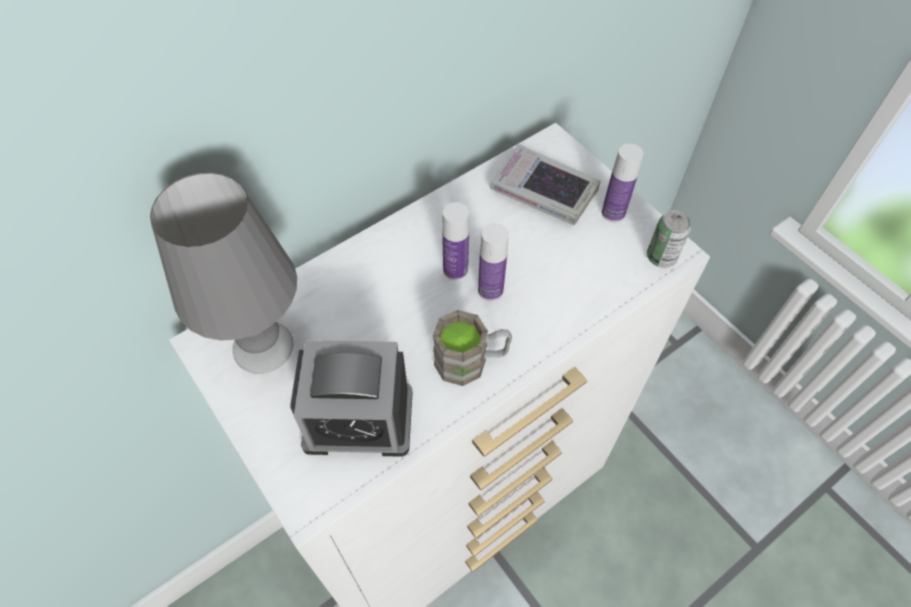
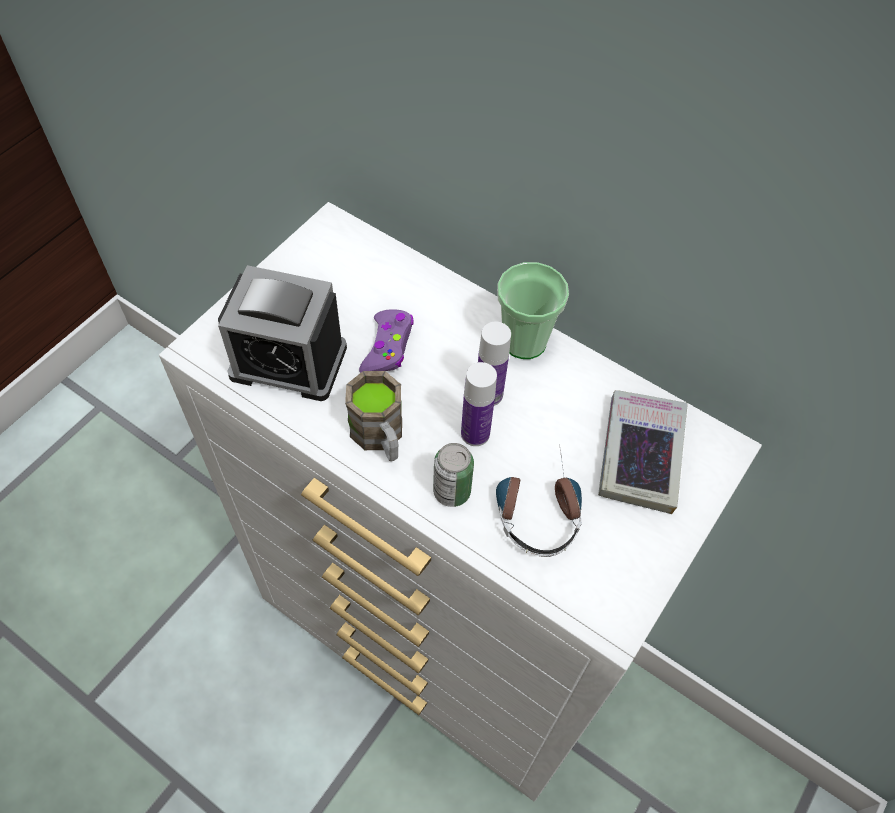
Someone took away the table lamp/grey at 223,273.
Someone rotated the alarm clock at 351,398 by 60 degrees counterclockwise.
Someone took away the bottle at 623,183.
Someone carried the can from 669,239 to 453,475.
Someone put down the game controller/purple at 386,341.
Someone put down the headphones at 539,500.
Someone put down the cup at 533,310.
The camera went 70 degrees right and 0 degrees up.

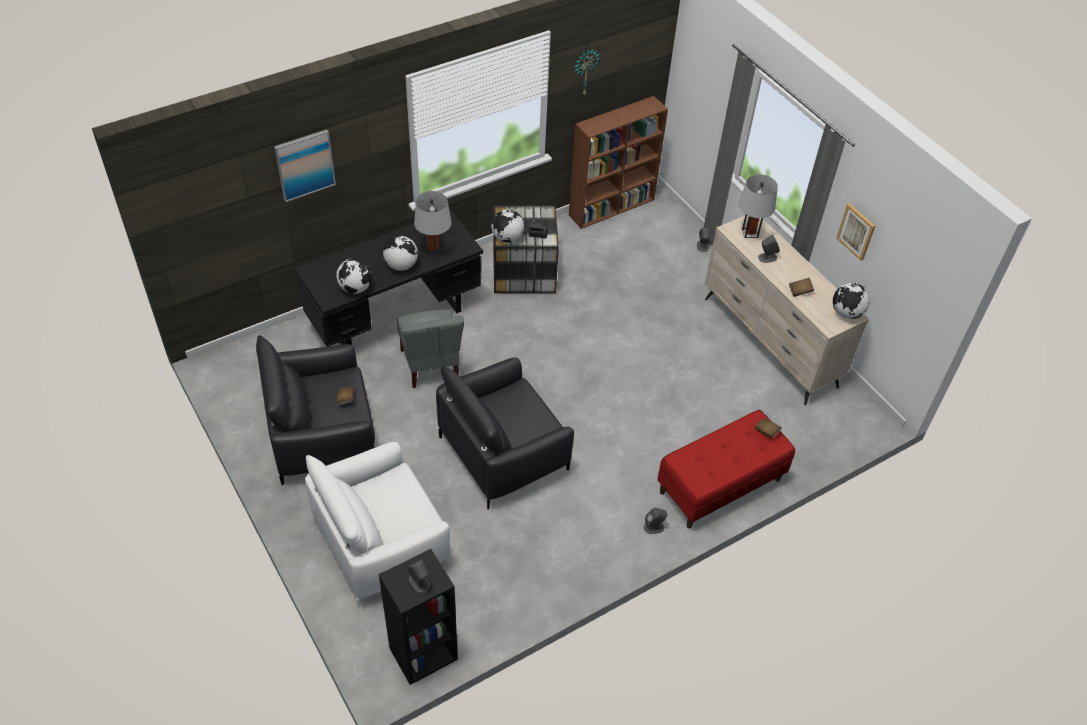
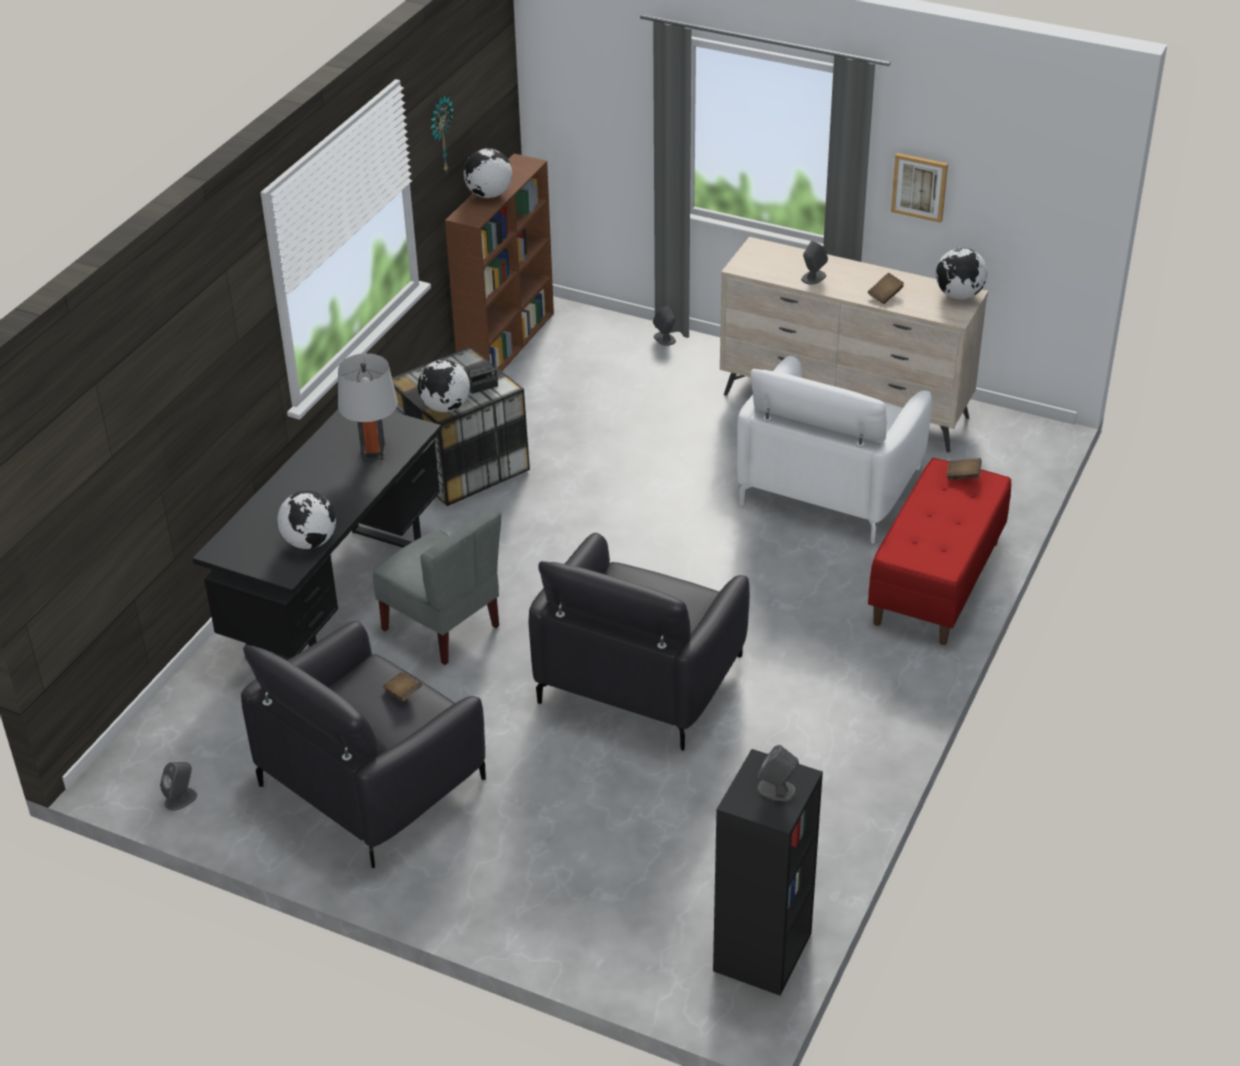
Someone took away the picture at 305,166.
Someone carried the armchair/white from 378,524 to 834,450.
Someone carried the globe from 400,253 to 488,173.
Someone carried the speaker/grey from 656,521 to 178,786.
Someone took away the table lamp/grey at 758,206.
The camera went 30 degrees left and 10 degrees down.

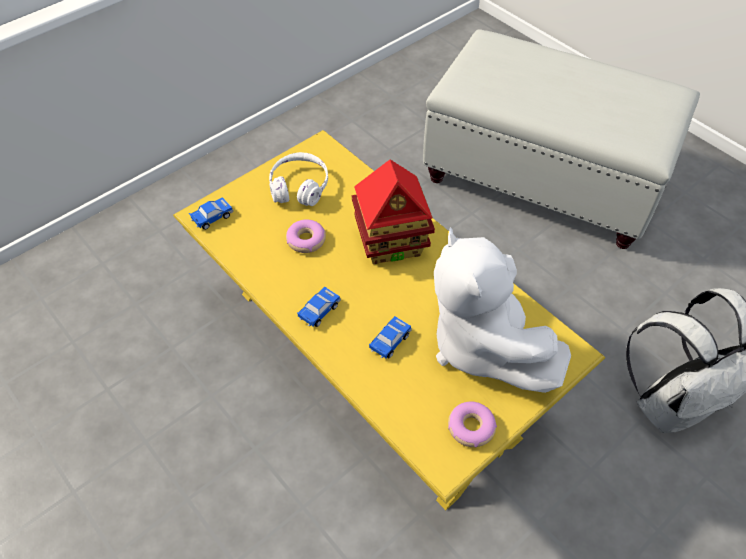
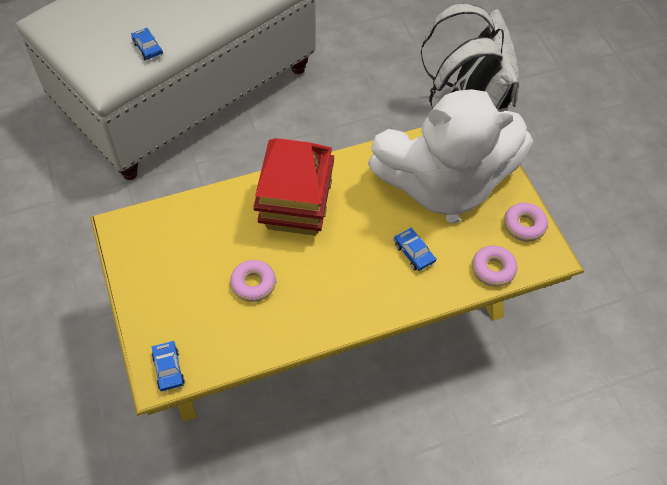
Someone took away the headphones/white at 298,179.
Someone carried the toy car from 319,307 to 147,44.
Someone put down the donut at 494,266.
The camera went 70 degrees left and 5 degrees up.

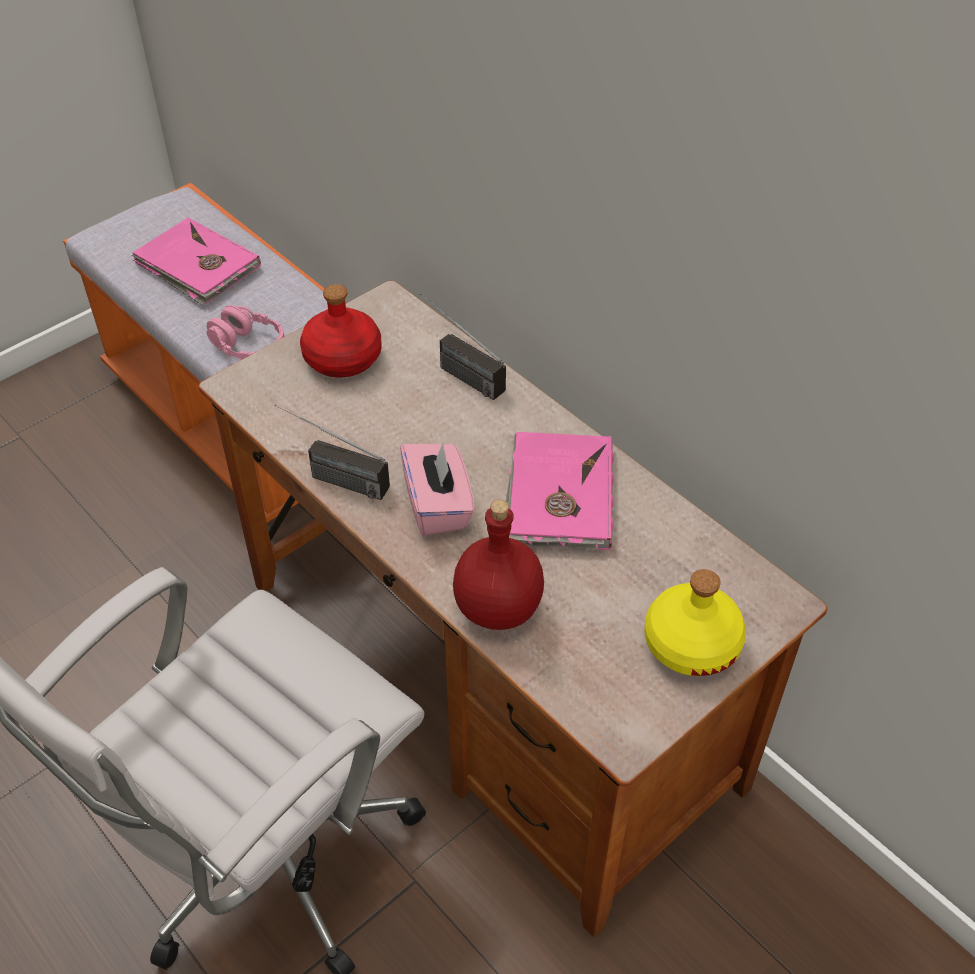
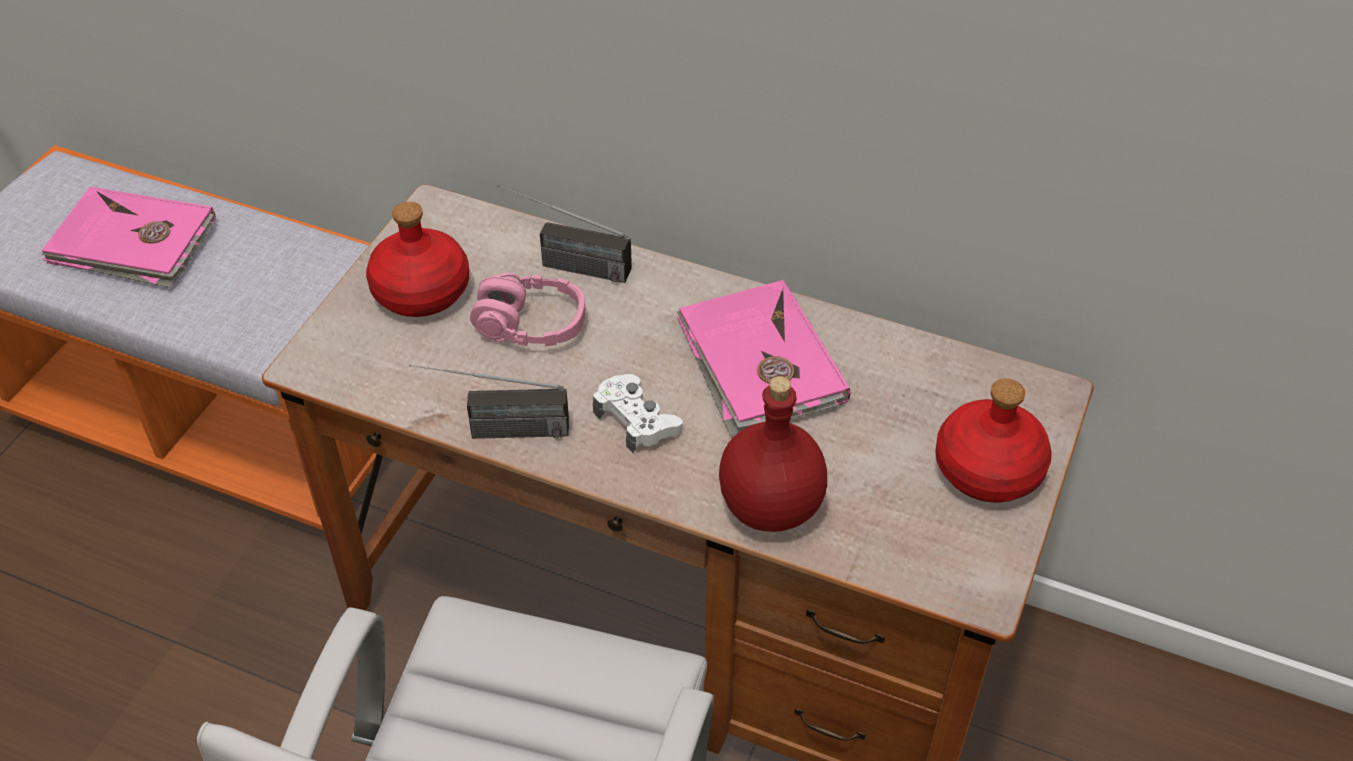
Someone carried the headphones/pink from 246,332 to 527,309.
Someone swapped the tissue box/pink at 437,488 for the game controller/white at 638,413.
Someone repainted the bottle/yellow at 695,622, which became the bottle/red at 993,440.
The camera went 25 degrees left and 0 degrees up.

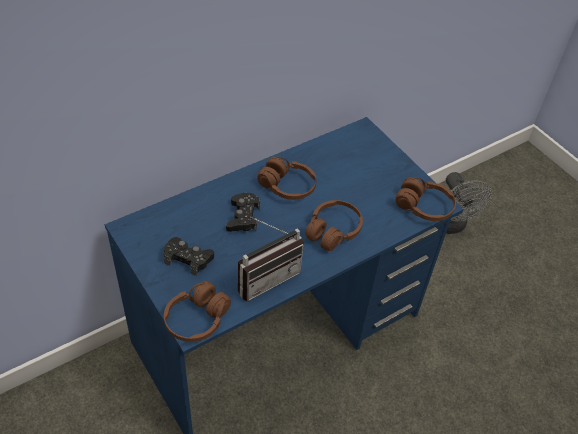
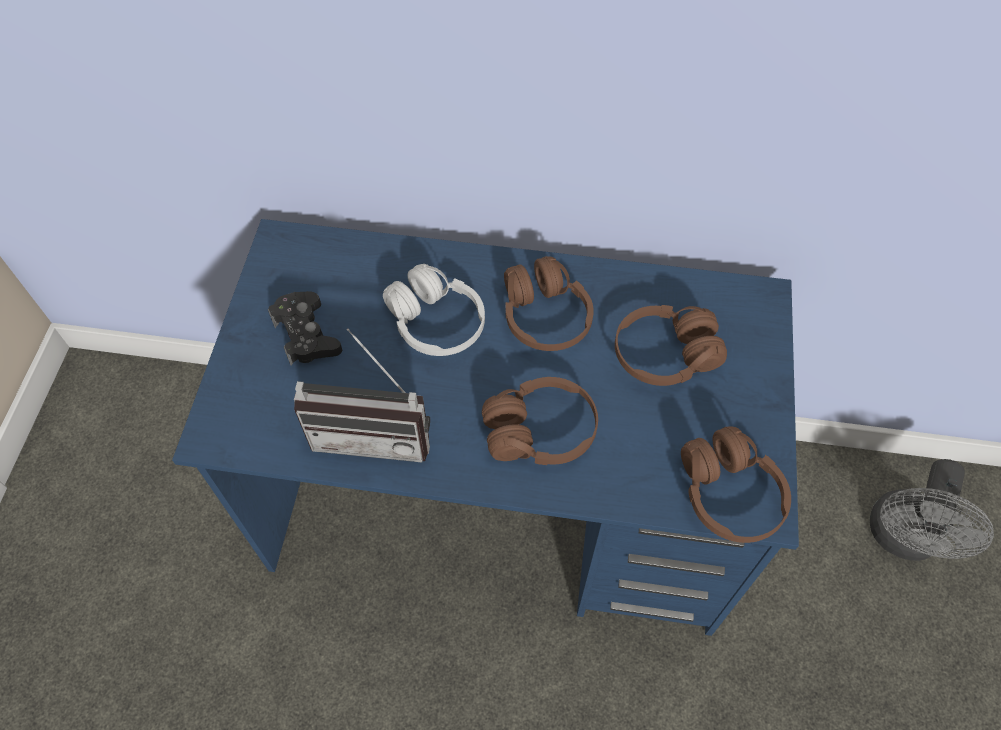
Someone carried the headphones/brown from 197,311 to 671,345.
Someone swapped the game controller/black at 243,212 for the headphones/white at 434,310.
The camera went 45 degrees right and 10 degrees up.

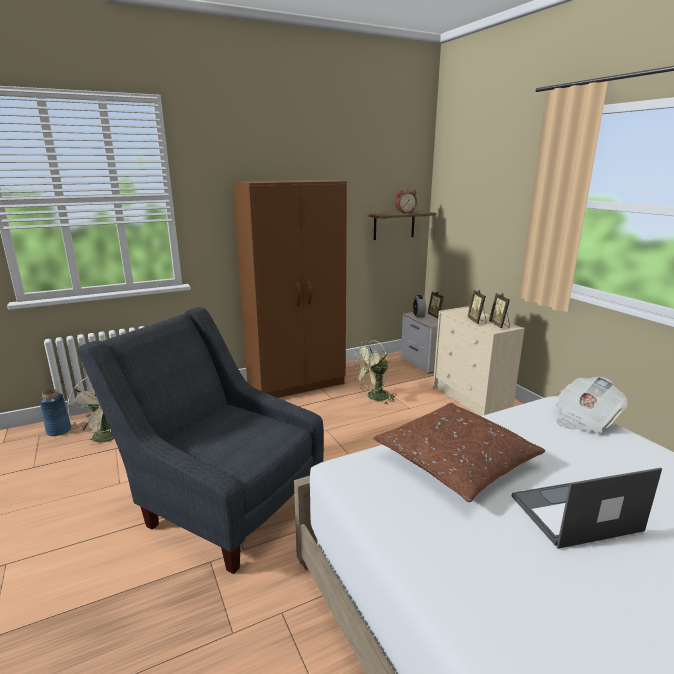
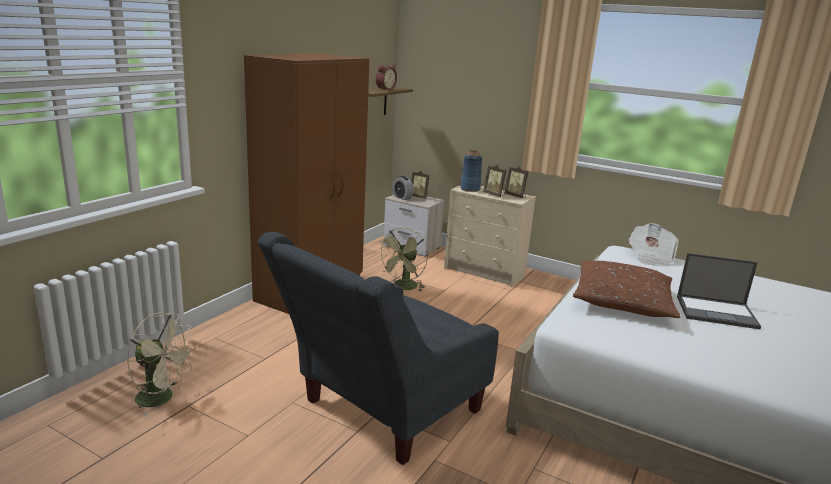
Someone carried the vase/blue from 55,412 to 471,171.
Someone rotated the armchair/grey at 200,440 by 45 degrees counterclockwise.
Someone rotated the laptop at 587,508 by 120 degrees counterclockwise.
The camera went 35 degrees left and 0 degrees up.

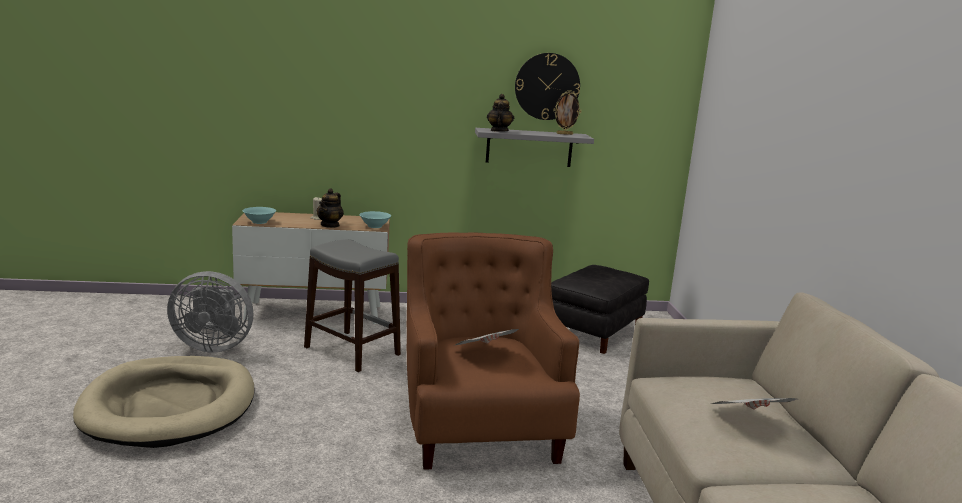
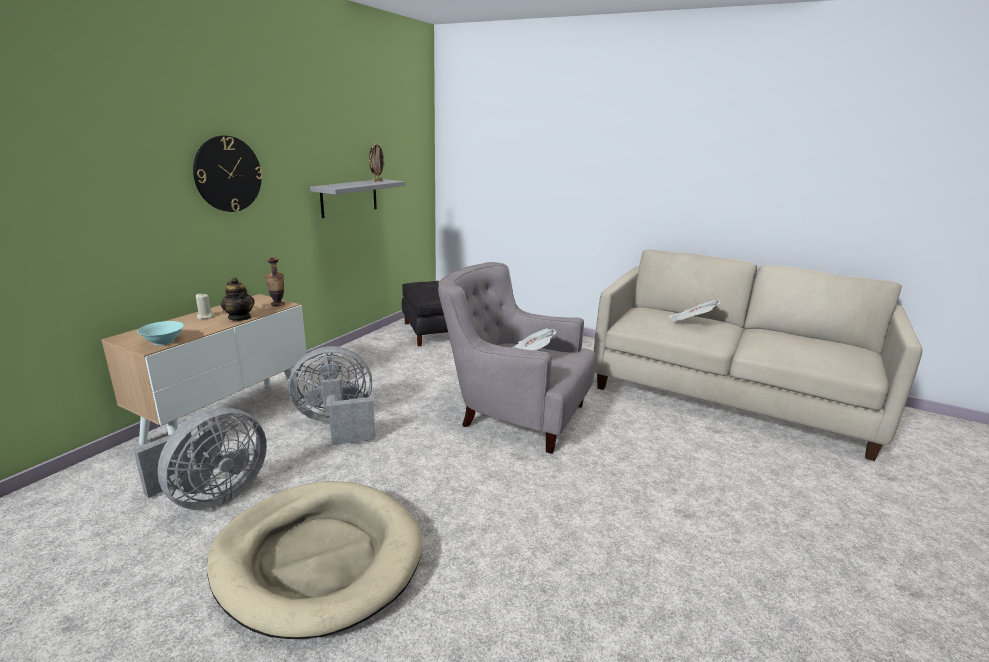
Someone swapped the stool/grey at 352,305 for the fan/grey at 332,395.
Someone swapped the bowl/turquoise at 375,219 for the vase at 275,282.
Someone repainted the armchair/brown at 493,351, which became the armchair/grey at 517,358.
Someone took away the teapot at 500,113.
Someone carried the wall clock from 547,86 to 228,174.
The camera went 55 degrees left and 5 degrees up.

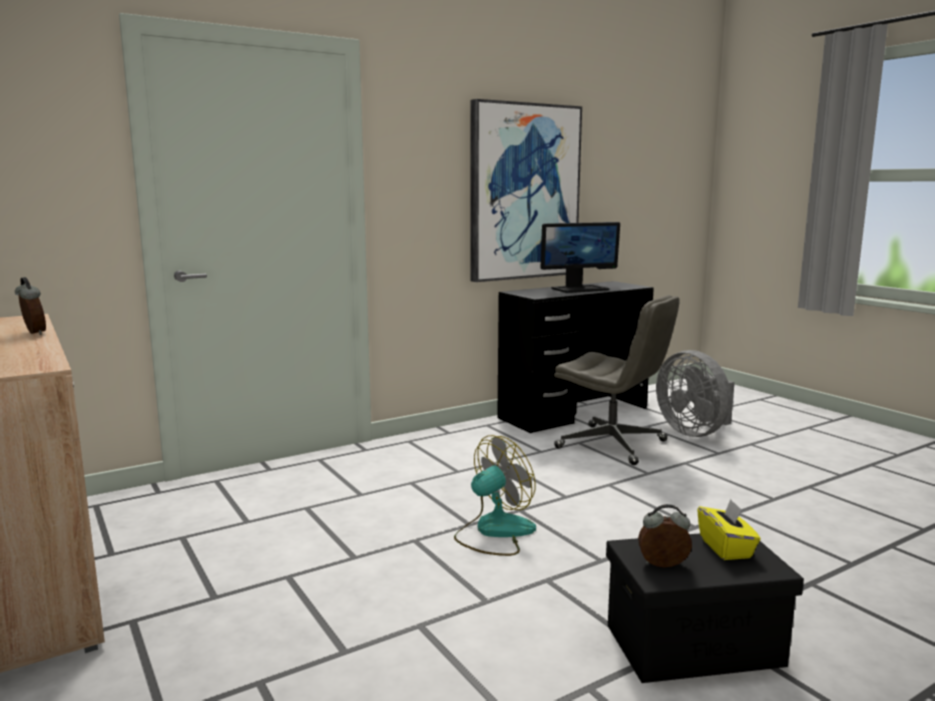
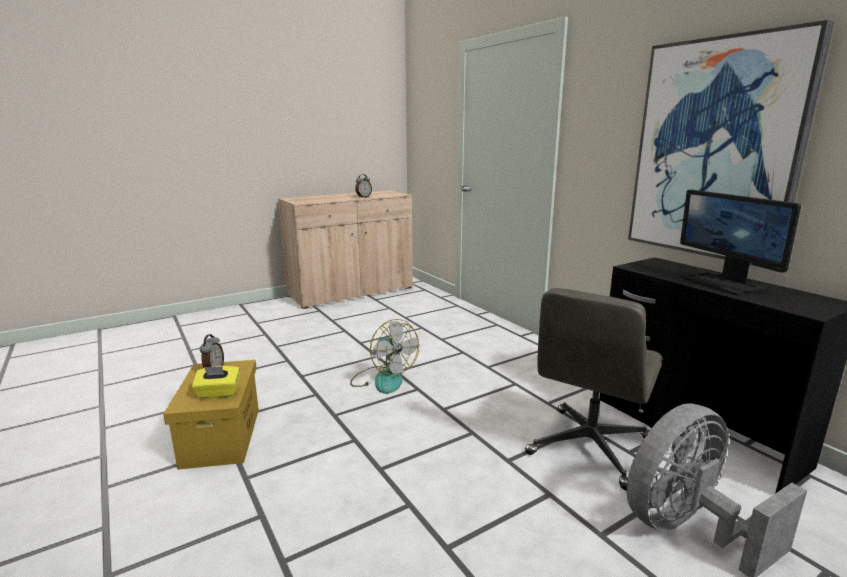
Someone repainted the storage box/black at 705,608, which became the storage box/yellow at 211,415.
The camera went 90 degrees right and 5 degrees up.

